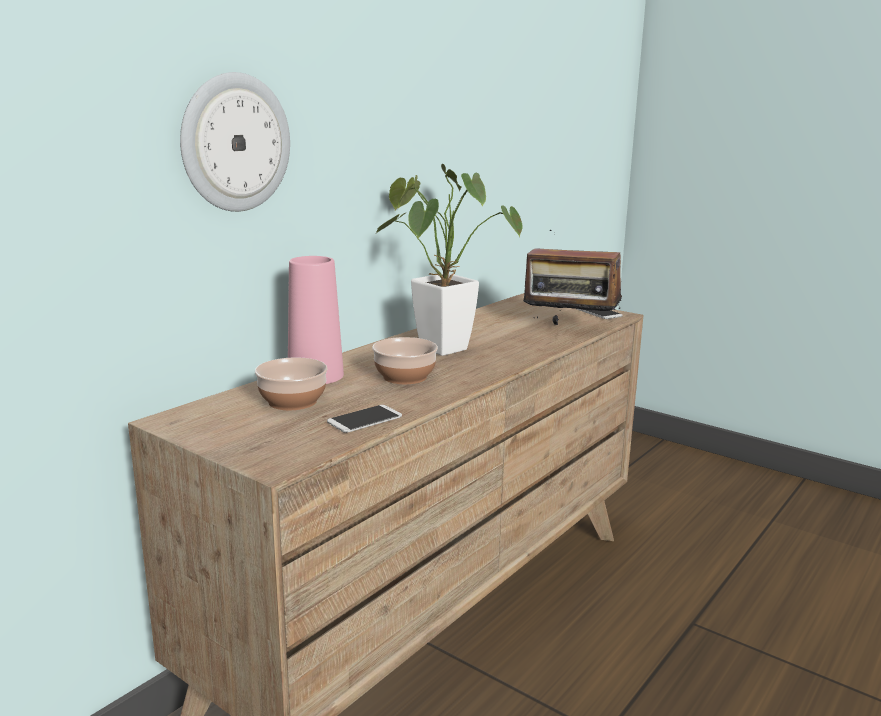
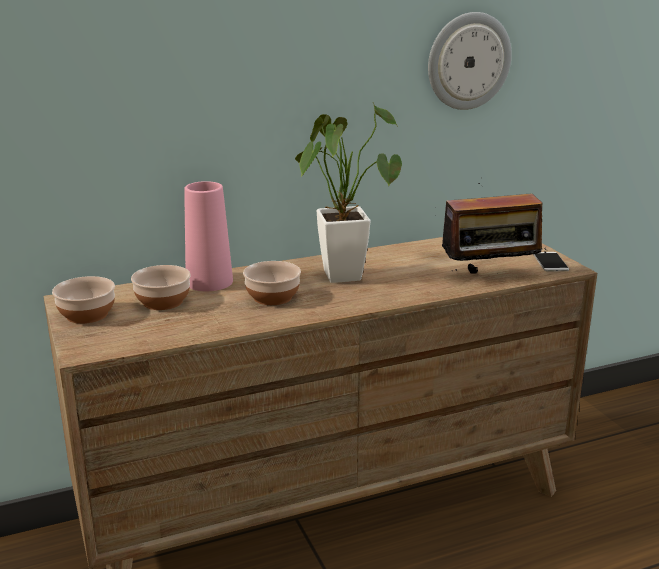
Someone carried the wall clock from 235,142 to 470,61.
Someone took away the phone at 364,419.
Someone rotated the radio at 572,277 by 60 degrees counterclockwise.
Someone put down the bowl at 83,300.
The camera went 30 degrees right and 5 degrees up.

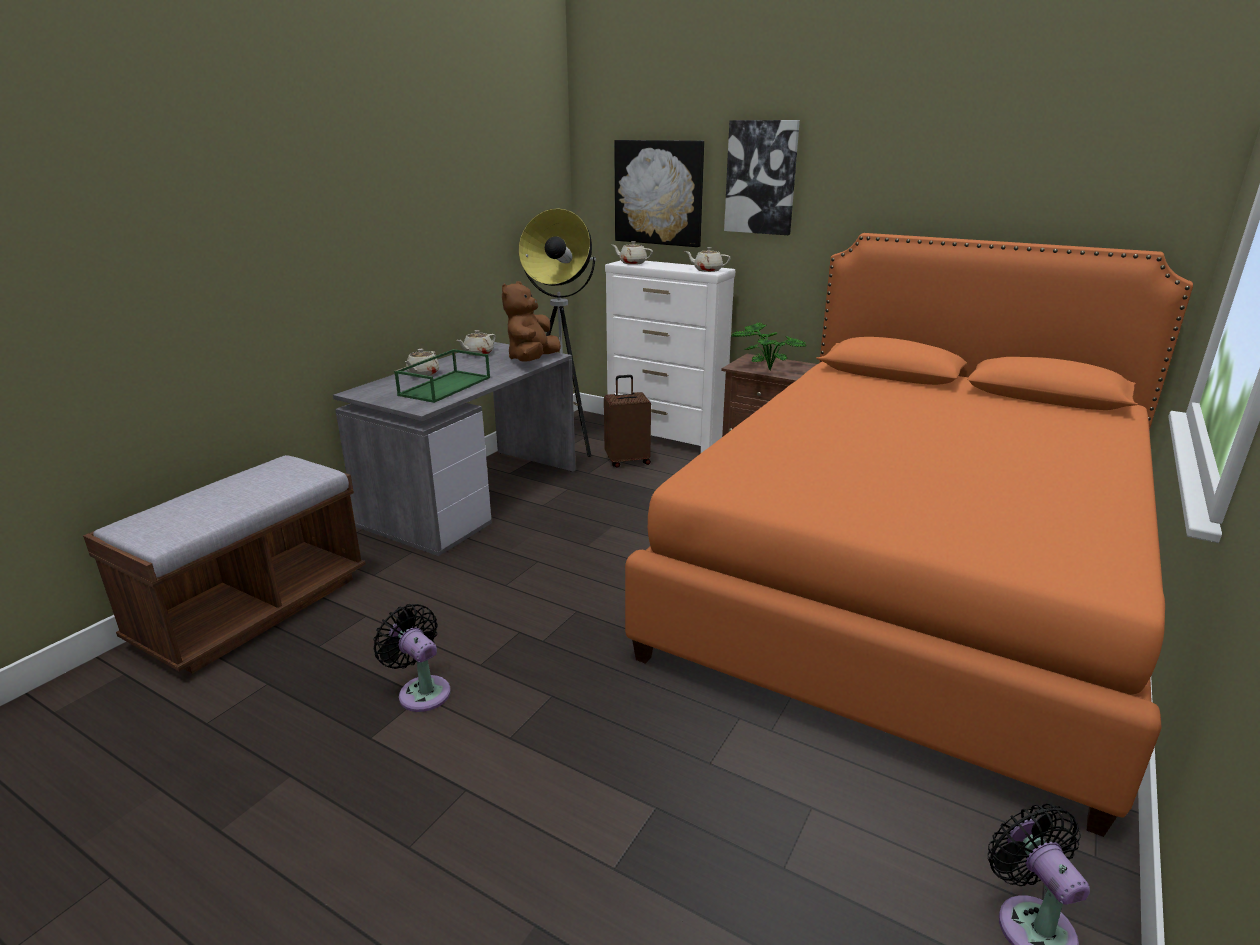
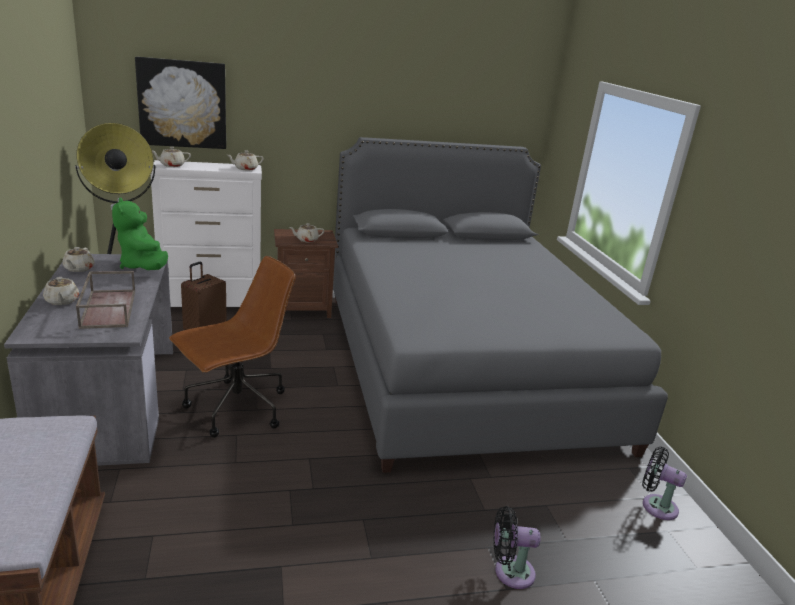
Someone carried the fan/black from 412,658 to 517,547.
Someone repainted the tray/green at 442,376, which became the tray/brown at 105,300.
Someone repainted the plush toy/brown at 531,321, which became the plush toy/green at 140,234.
Someone repainted the bed/orange at 909,535, which became the bed/grey at 500,305.
Someone took away the picture at 762,177.
Someone swapped the potted plant at 769,346 for the teapot/beige at 306,232.
Someone put down the office chair/brown at 232,347.
The camera went 45 degrees left and 0 degrees up.

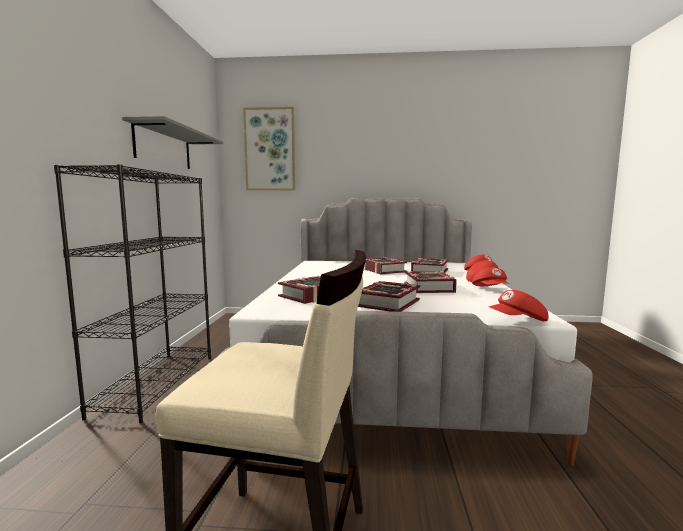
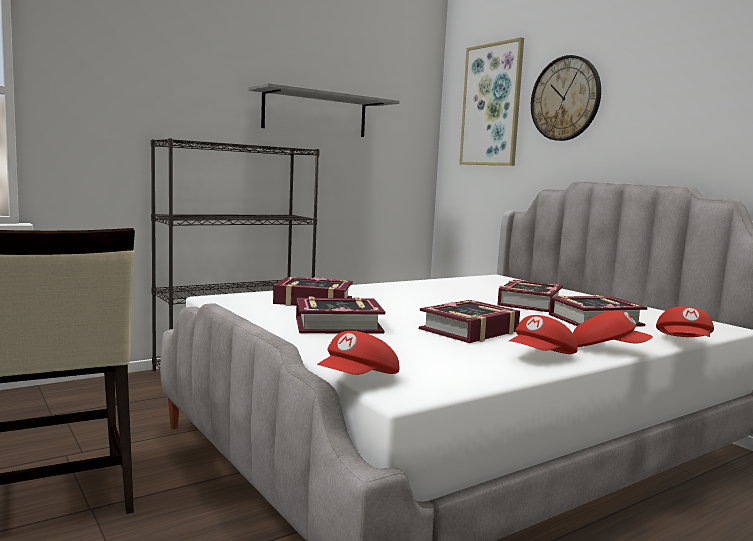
Someone rotated the cap/red at 518,305 by 90 degrees counterclockwise.
Someone put up the wall clock at 566,98.
The camera went 50 degrees right and 0 degrees up.

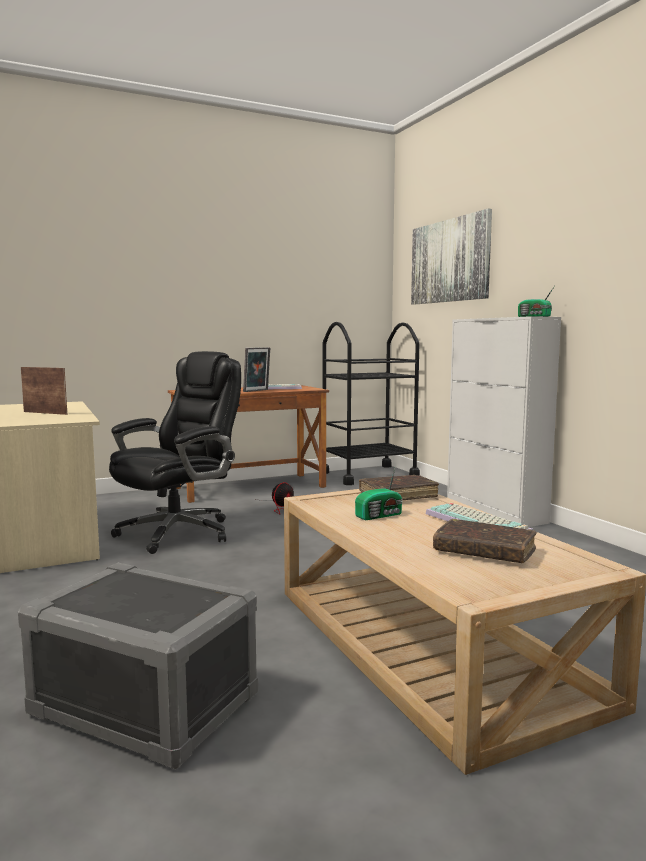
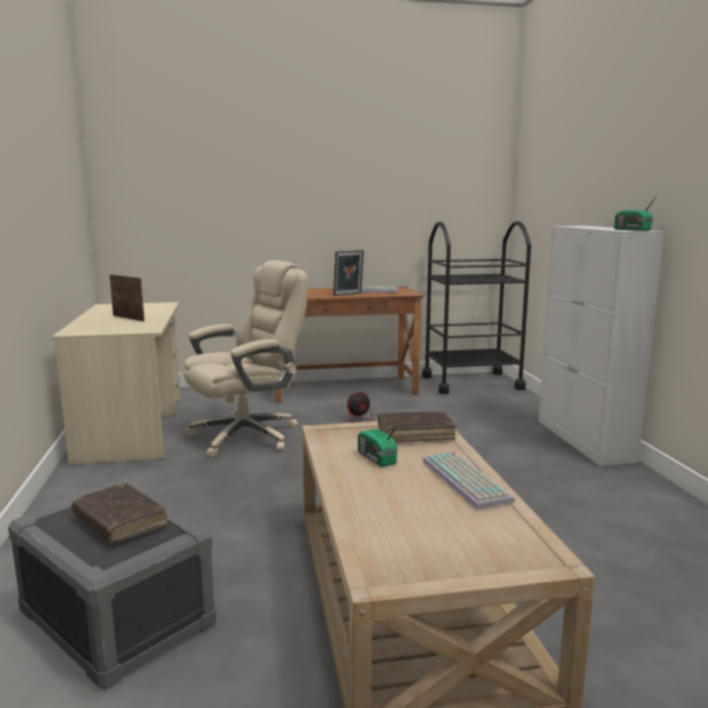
Someone repainted the office chair/black at 175,452, which became the office chair/beige at 246,359.
Someone rotated the radio at 379,494 by 75 degrees clockwise.
Someone took away the picture at 451,256.
Someone carried the book/brown from 485,541 to 119,513.
The camera went 15 degrees right and 5 degrees up.

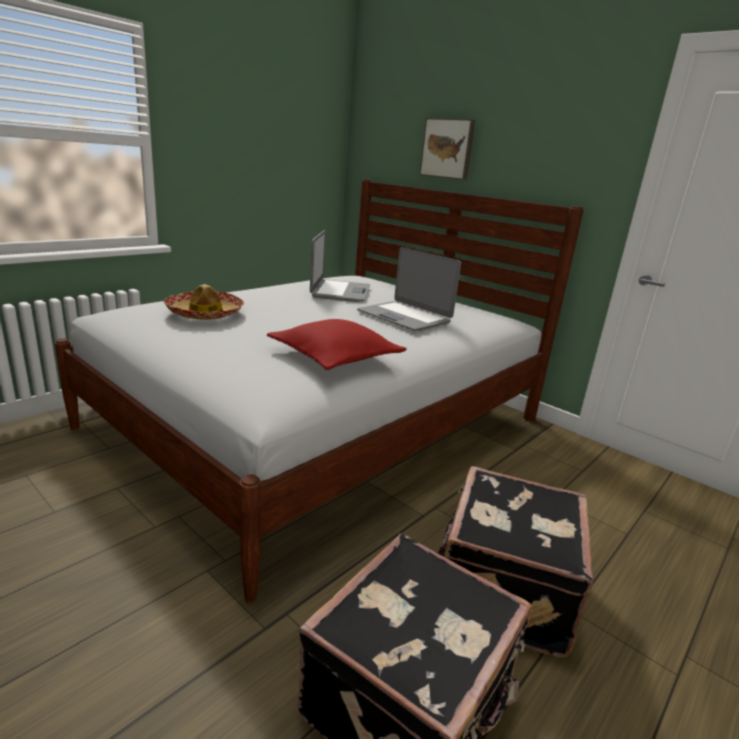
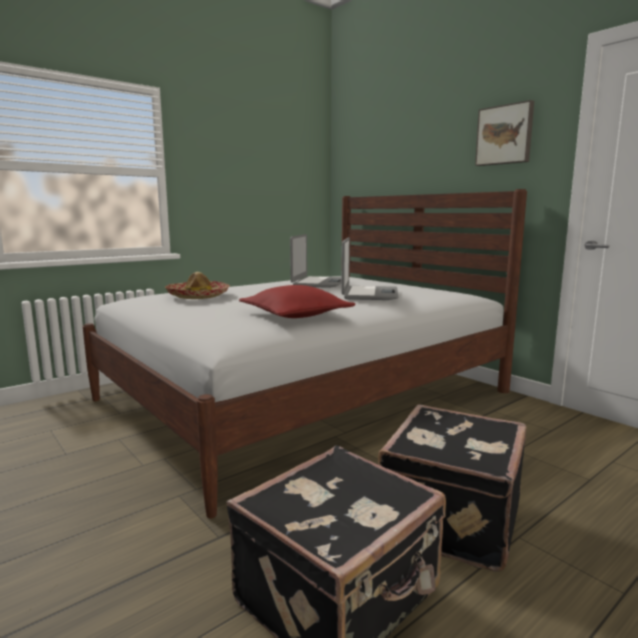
Someone rotated the laptop at 409,289 by 135 degrees counterclockwise.
Someone carried the picture from 447,149 to 504,133.
The camera went 10 degrees right and 10 degrees down.

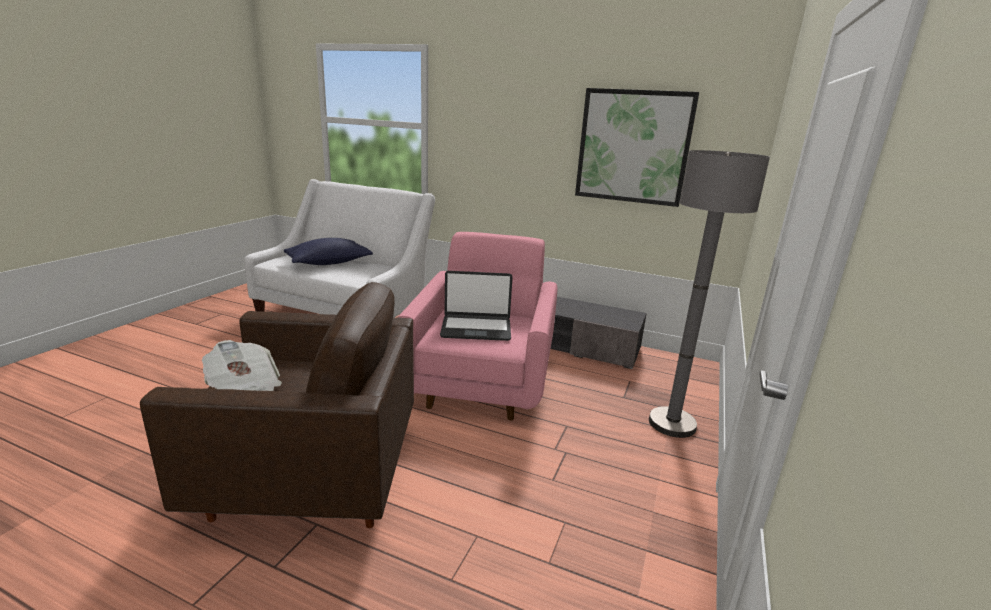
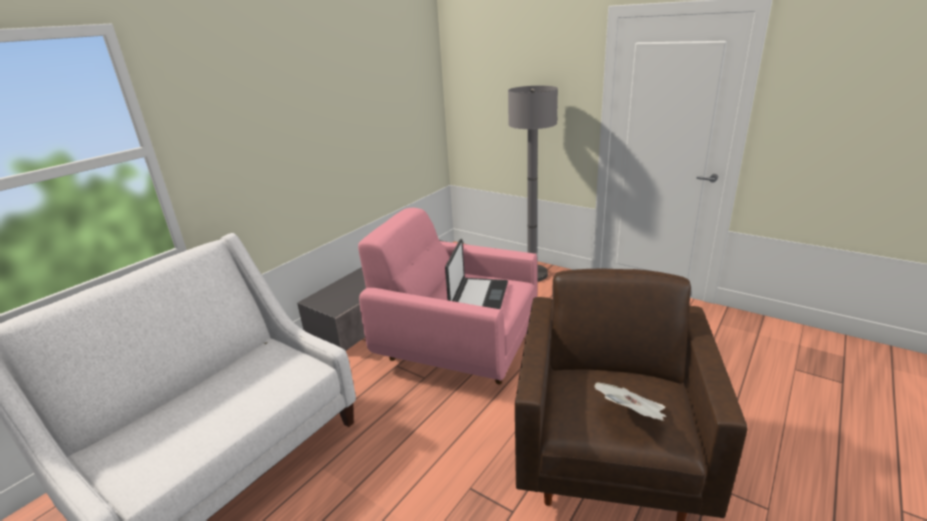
Someone took away the pillow/blue at 328,251.
Someone took away the picture at 637,147.
The camera went 75 degrees left and 5 degrees up.

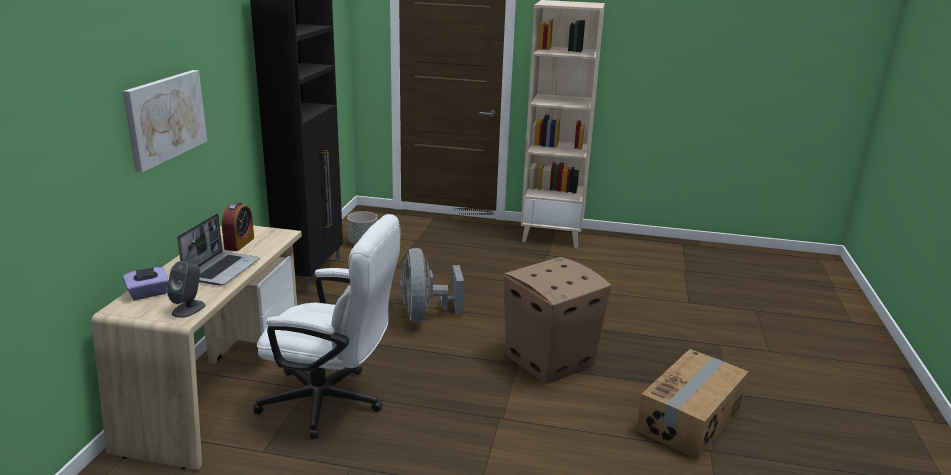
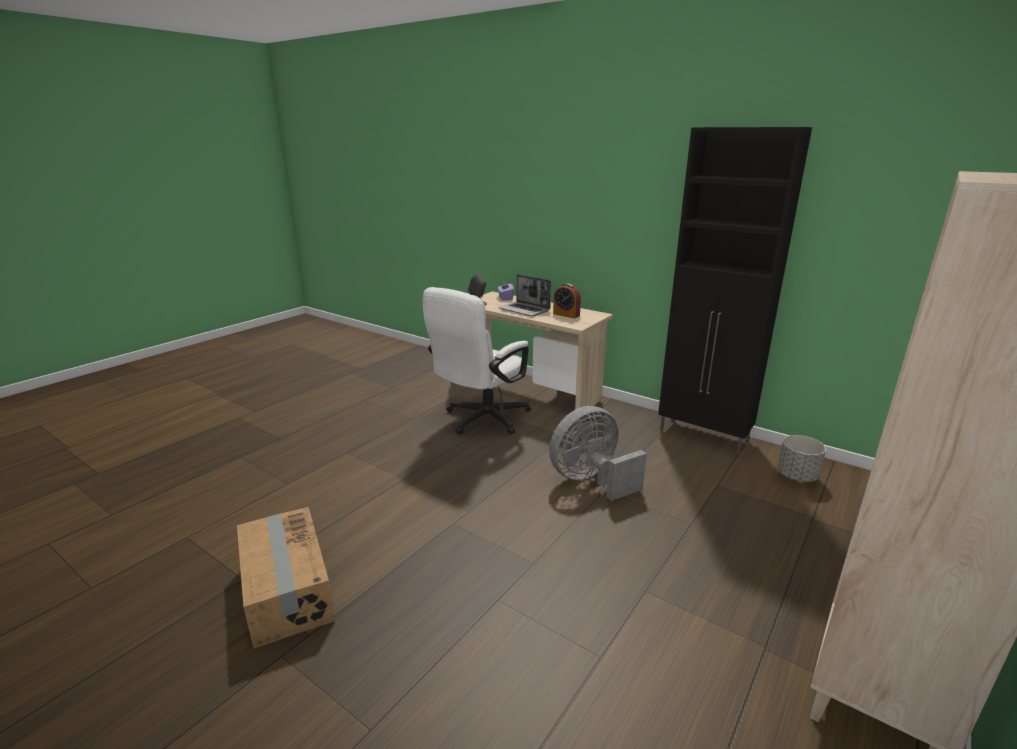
Someone took away the picture at 164,121.
Someone rotated the fan/grey at 432,285 by 45 degrees counterclockwise.
Someone took away the cardboard box at 557,321.
The camera went 115 degrees right and 0 degrees up.

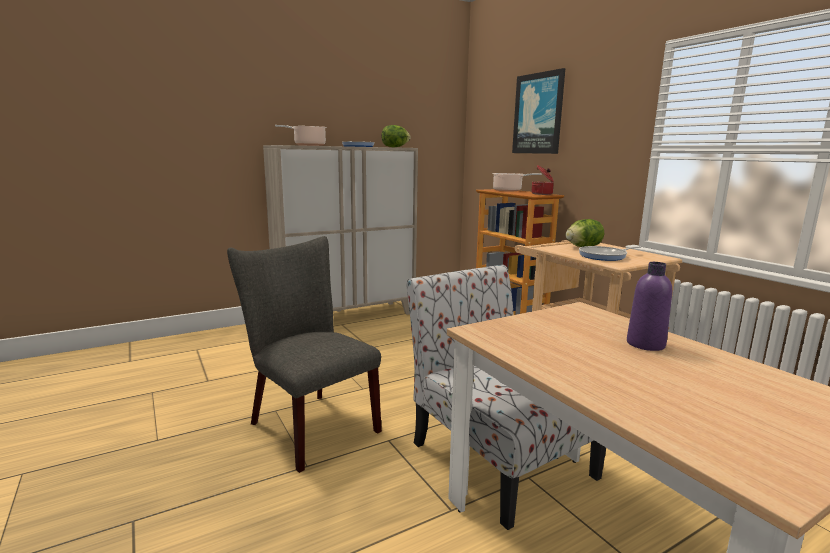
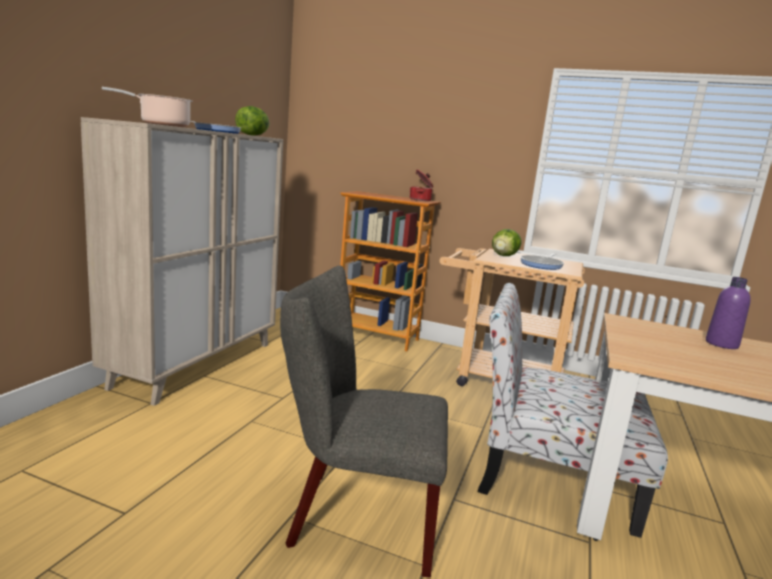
Someone took away the cooking pot at 517,182.
Someone took away the picture at 538,111.
The camera went 40 degrees left and 0 degrees up.

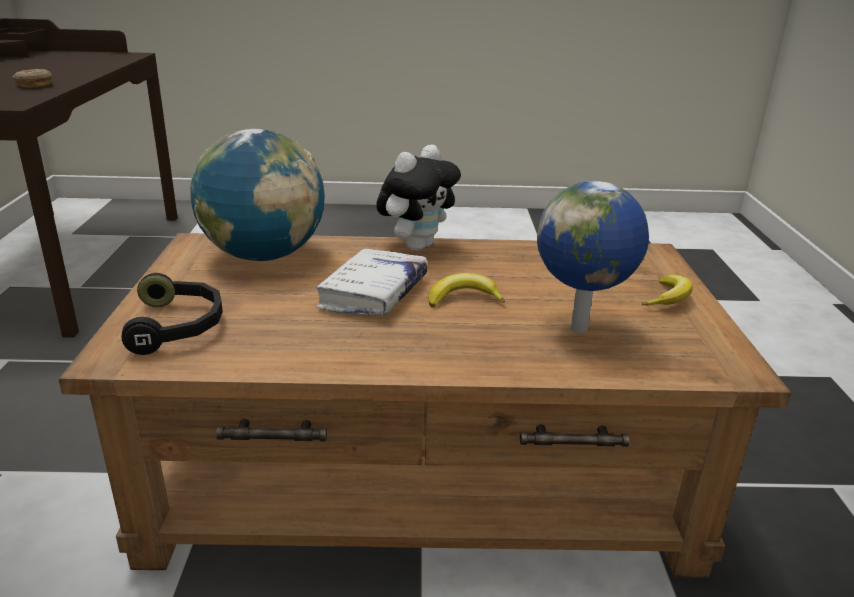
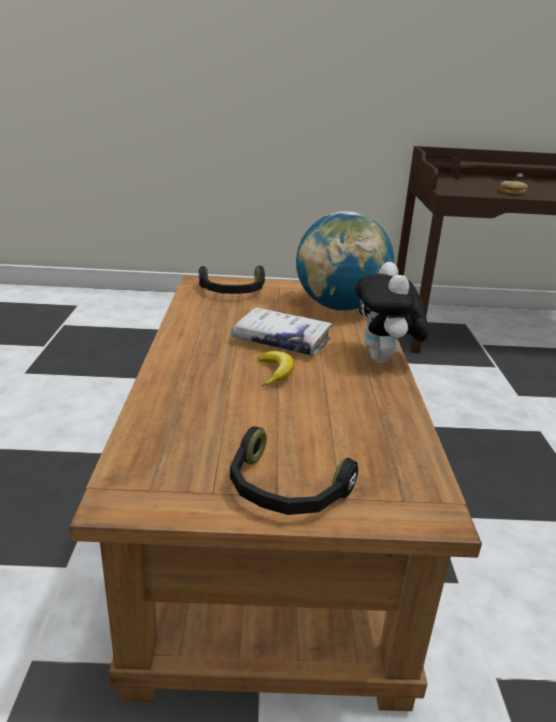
Someone rotated the plush toy at 418,198 by 45 degrees clockwise.
Someone took away the globe at 593,257.
Someone swapped the banana at 667,290 for the headphones/black at 294,470.
The camera went 90 degrees right and 0 degrees up.

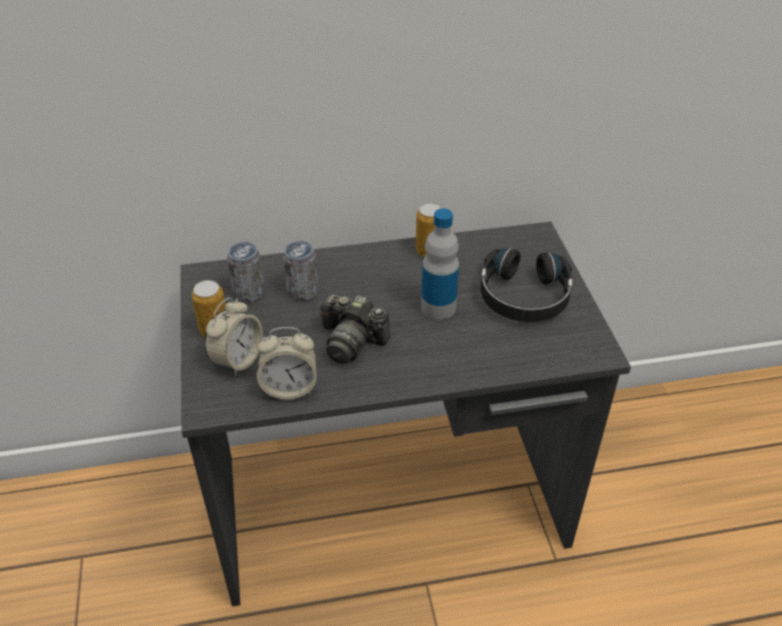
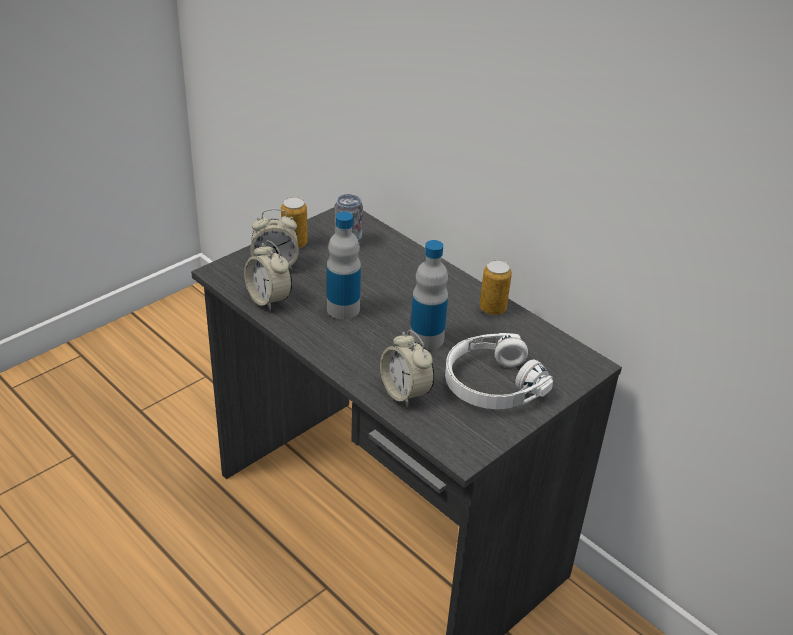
Someone took away the can at 300,271.
Someone swapped the photo camera at 354,329 for the bottle at 344,265.
Someone repainted the headphones/black at 526,285, which became the headphones/white at 499,371.
Someone put down the alarm clock at 407,368.
The camera went 55 degrees right and 5 degrees down.

